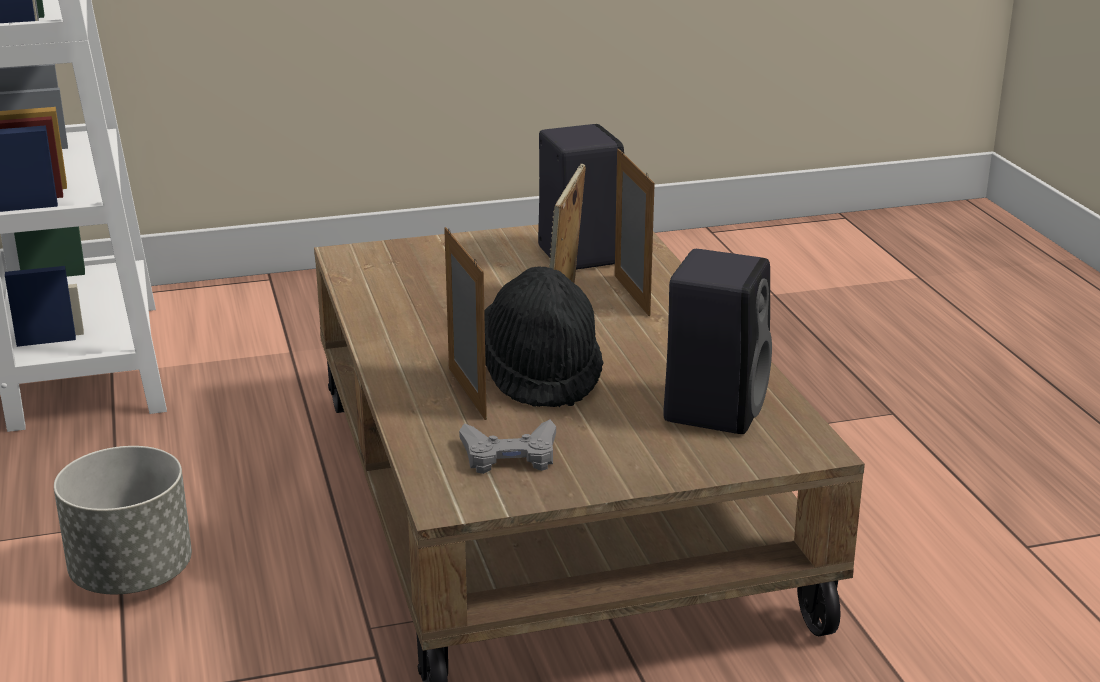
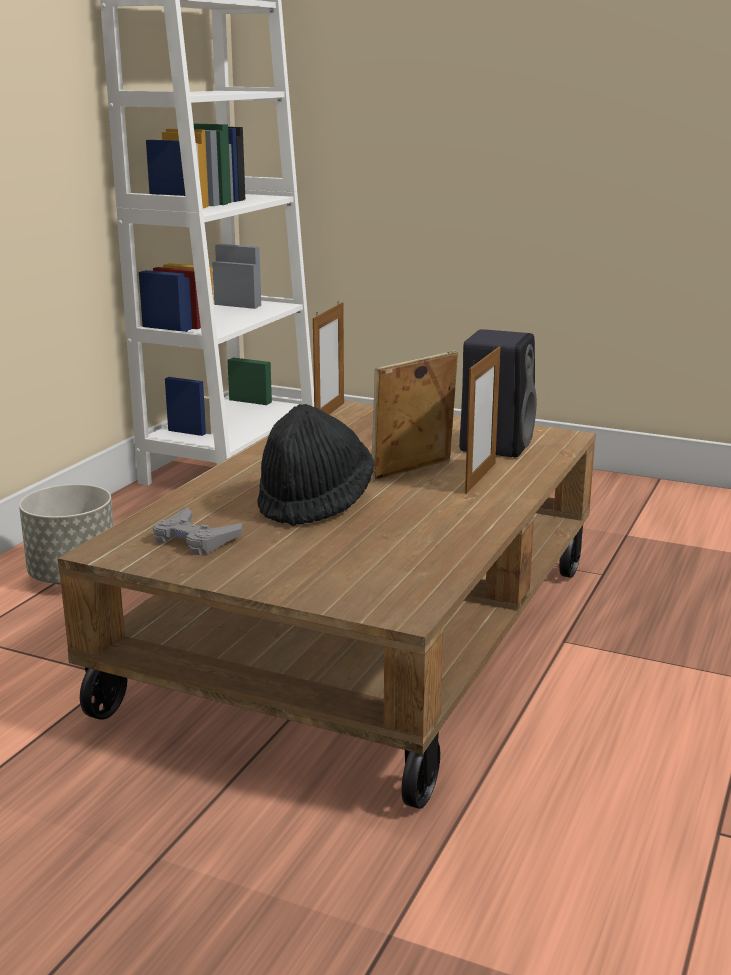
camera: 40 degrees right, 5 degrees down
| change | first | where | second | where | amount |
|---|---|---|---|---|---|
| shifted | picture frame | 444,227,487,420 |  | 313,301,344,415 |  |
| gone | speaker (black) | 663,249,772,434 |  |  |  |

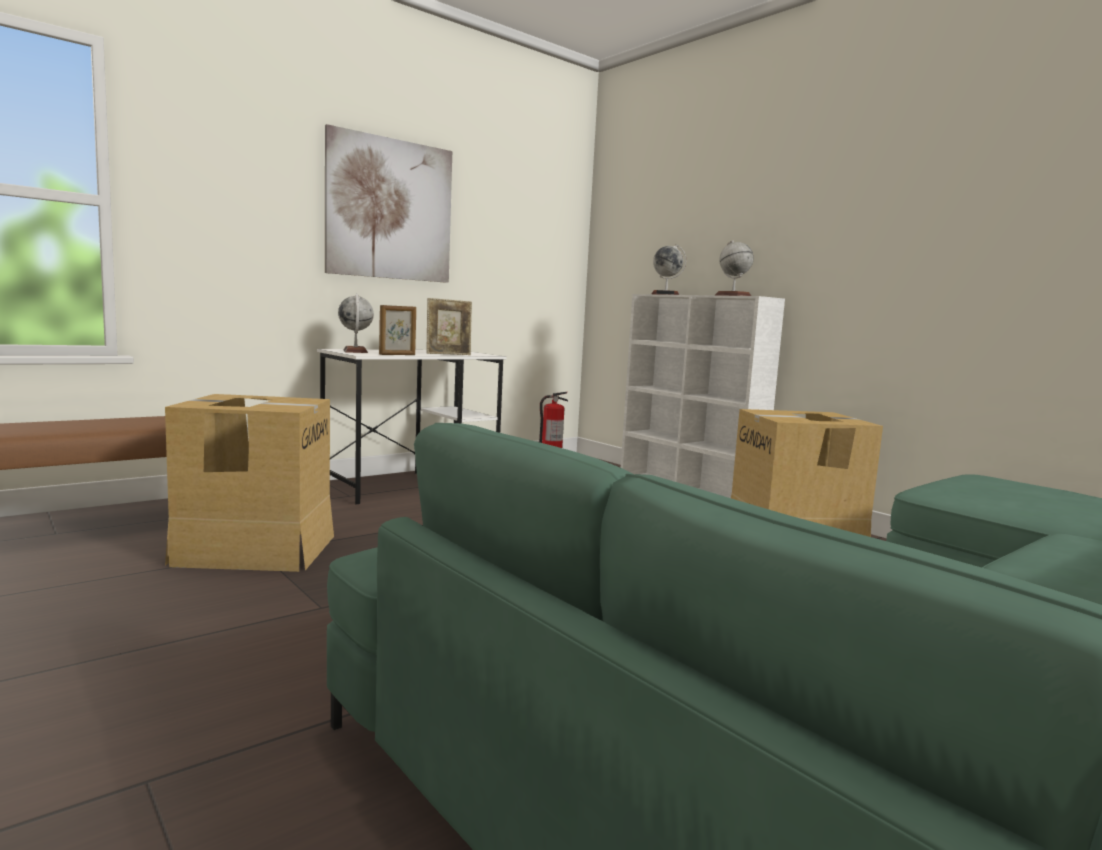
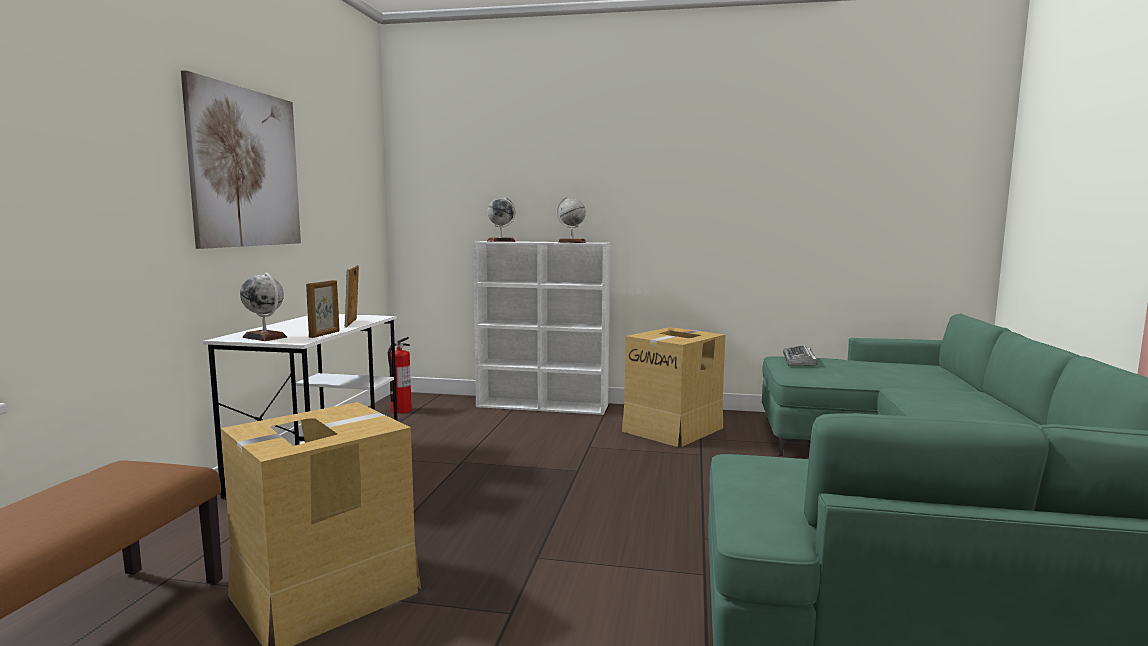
camera: 40 degrees left, 0 degrees up
| change | first | where | second | where | amount |
|---|---|---|---|---|---|
| rotated | picture frame | 426,298,472,355 |  | 344,265,359,328 | 150 degrees clockwise |
| new |  |  | keyboard | 783,345,818,367 |  |

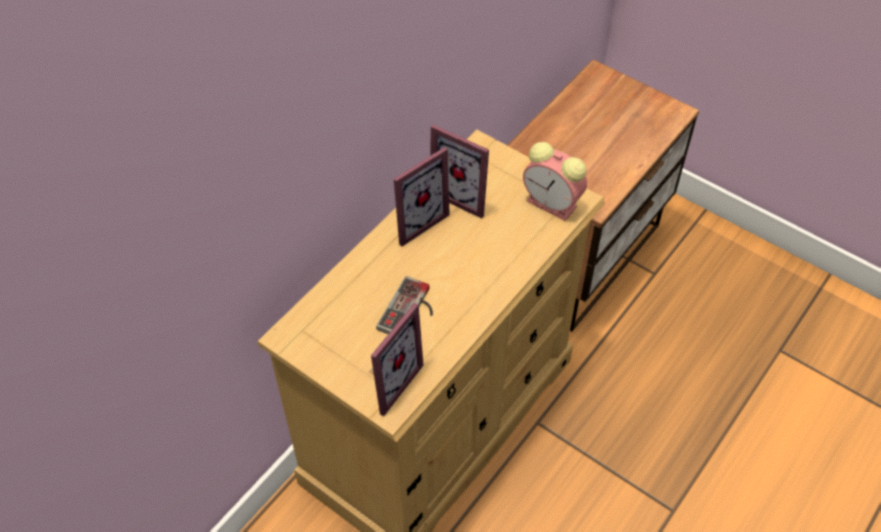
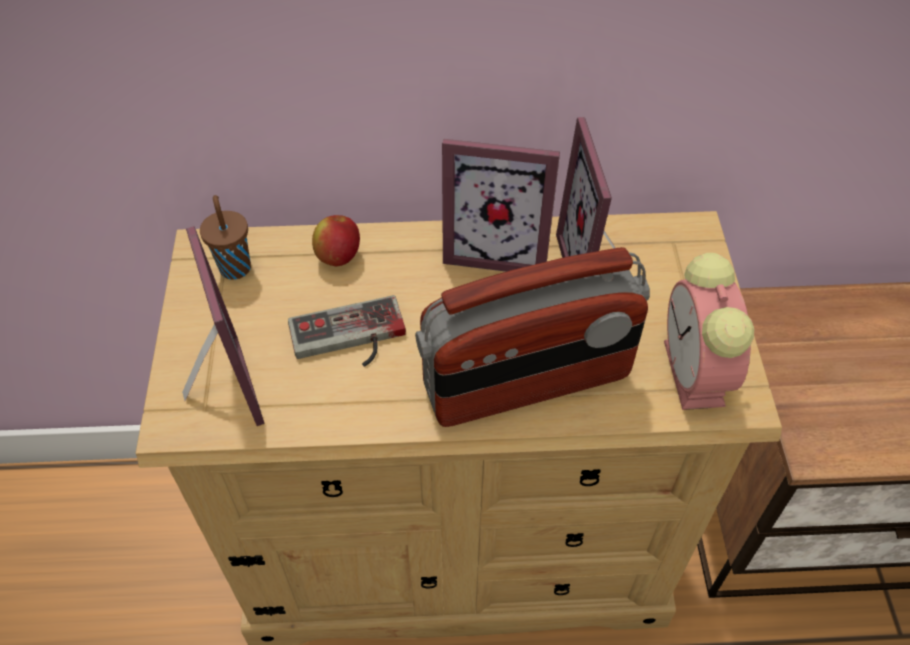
camera: 50 degrees right, 0 degrees up
| change | first | where | second | where | amount |
|---|---|---|---|---|---|
| rotated | picture frame | 370,303,424,416 |  | 182,226,264,426 | 105 degrees counterclockwise |
| new |  |  | cup (brown) | 200,195,251,280 |  |
| new |  |  | apple | 312,215,360,266 |  |
| new |  |  | radio | 415,247,650,427 |  |

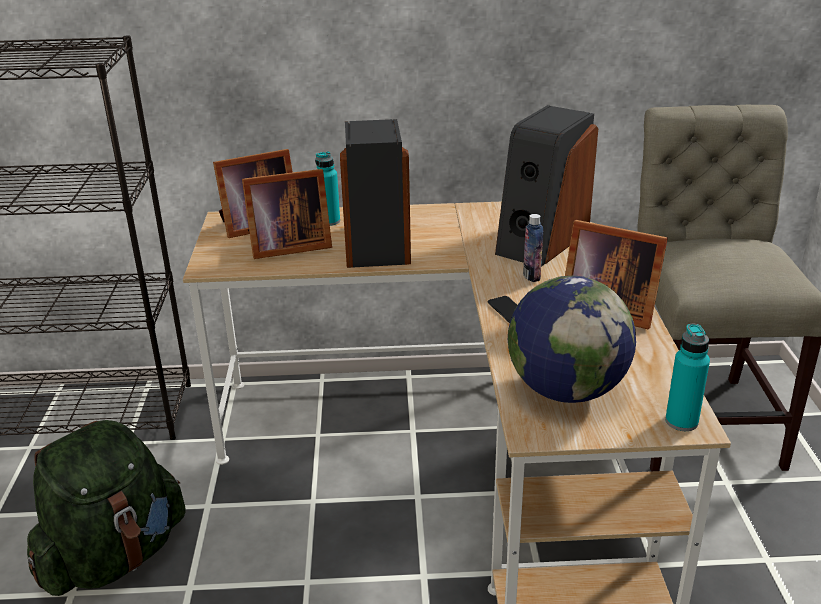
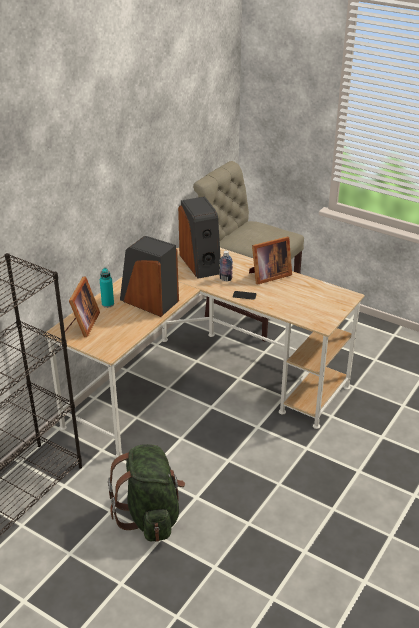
camera: 55 degrees left, 5 degrees up
| change | first | where | second | where | amount |
|---|---|---|---|---|---|
| gone | picture frame | 242,169,332,259 |  |  |  |
| gone | globe | 508,276,636,403 |  |  |  |
| gone | bottle (turquoise) | 665,324,710,431 |  |  |  |

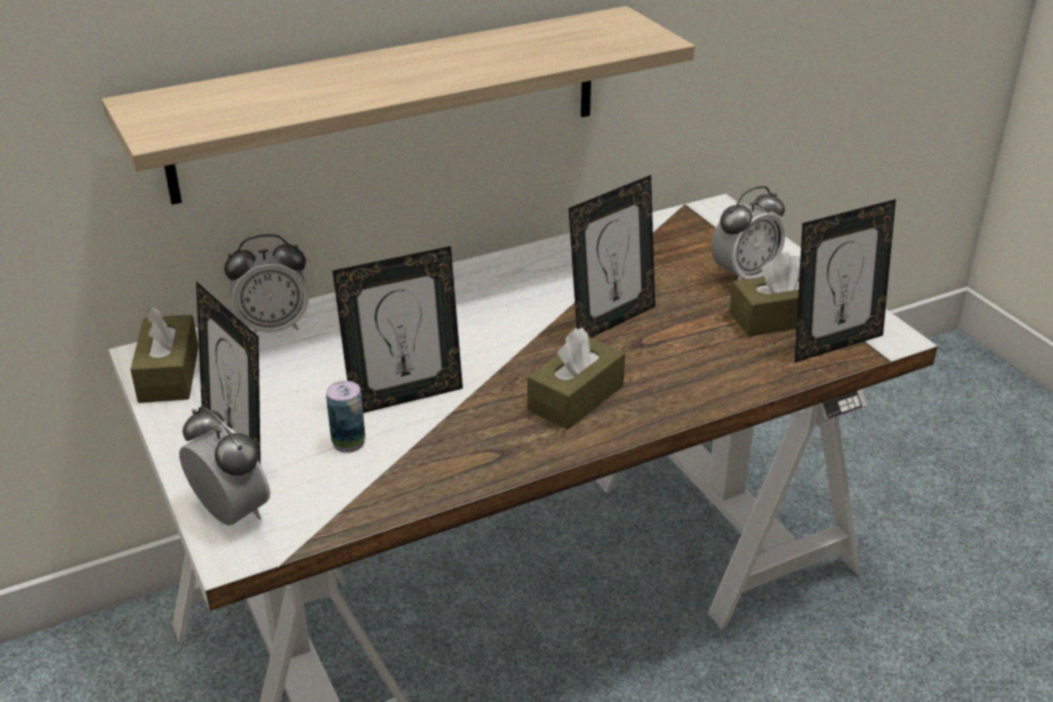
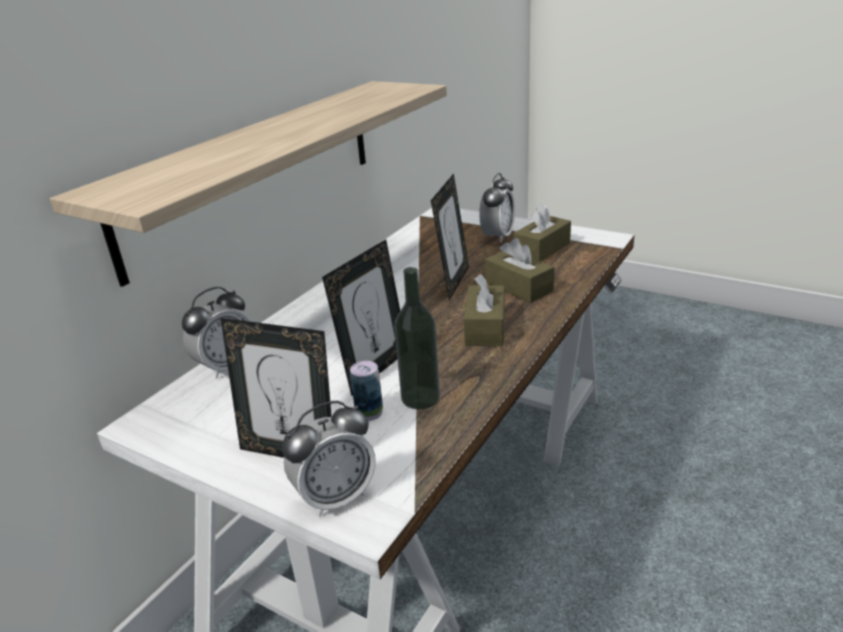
camera: 30 degrees left, 5 degrees down
| change | first | where | second | where | amount |
|---|---|---|---|---|---|
| shifted | tissue box (brown) | 130,307,199,403 |  | 485,238,554,303 |  |
| rotated | alarm clock | 179,406,270,525 |  | 282,401,376,517 | 135 degrees clockwise |
| gone | picture frame | 795,199,896,362 |  |  |  |
| new |  |  | bottle | 394,267,440,409 |  |

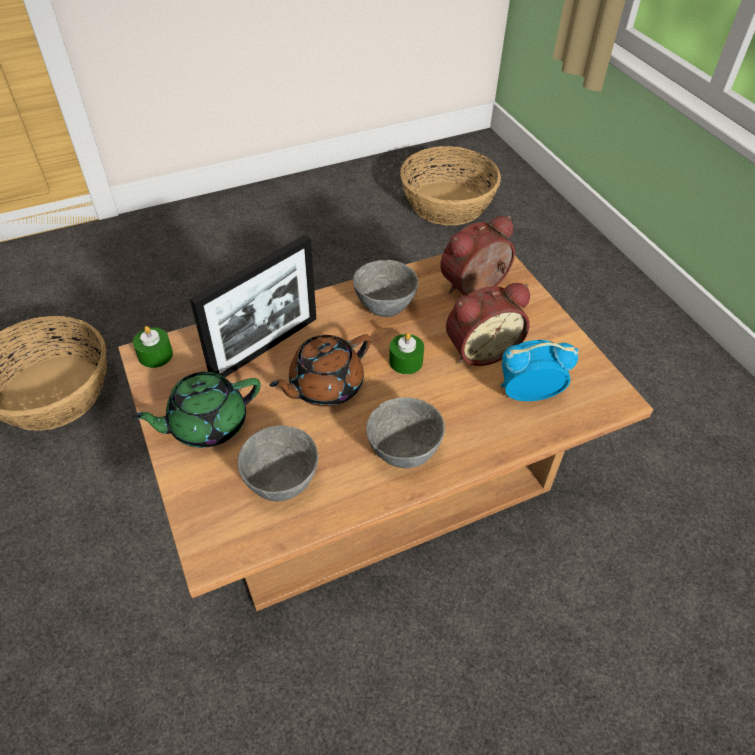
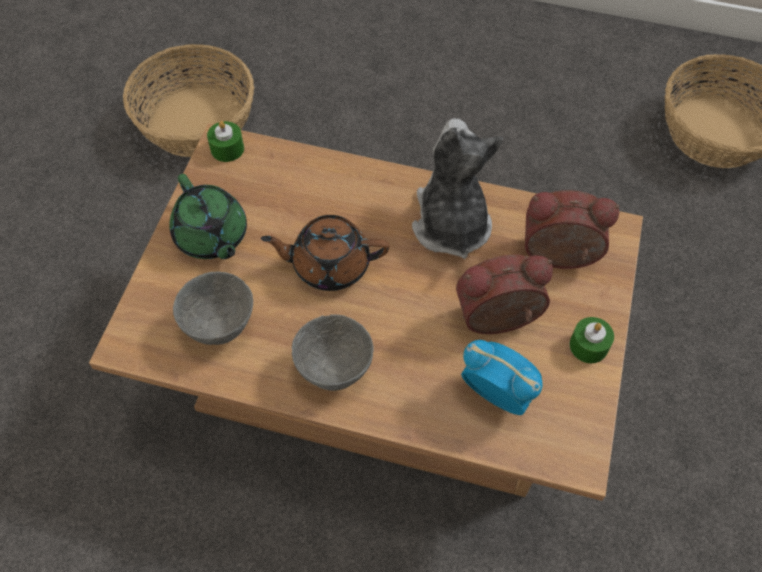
camera: 40 degrees right, 10 degrees up
| change | first | where | second | where | amount |
|---|---|---|---|---|---|
| rotated | teapot (green) | 131,372,261,448 |  | 169,174,247,259 | 135 degrees counterclockwise |
| gone | picture frame | 190,234,316,377 |  |  |  |
| swapped | bowl (grey) | 353,260,419,317 | plush toy | 412,118,503,259 |  |
| shifted | candle (green) | 389,333,424,374 |  | 569,317,614,363 |  |
| rotated | alarm clock | 446,283,530,366 |  | 456,255,553,334 | 150 degrees clockwise |

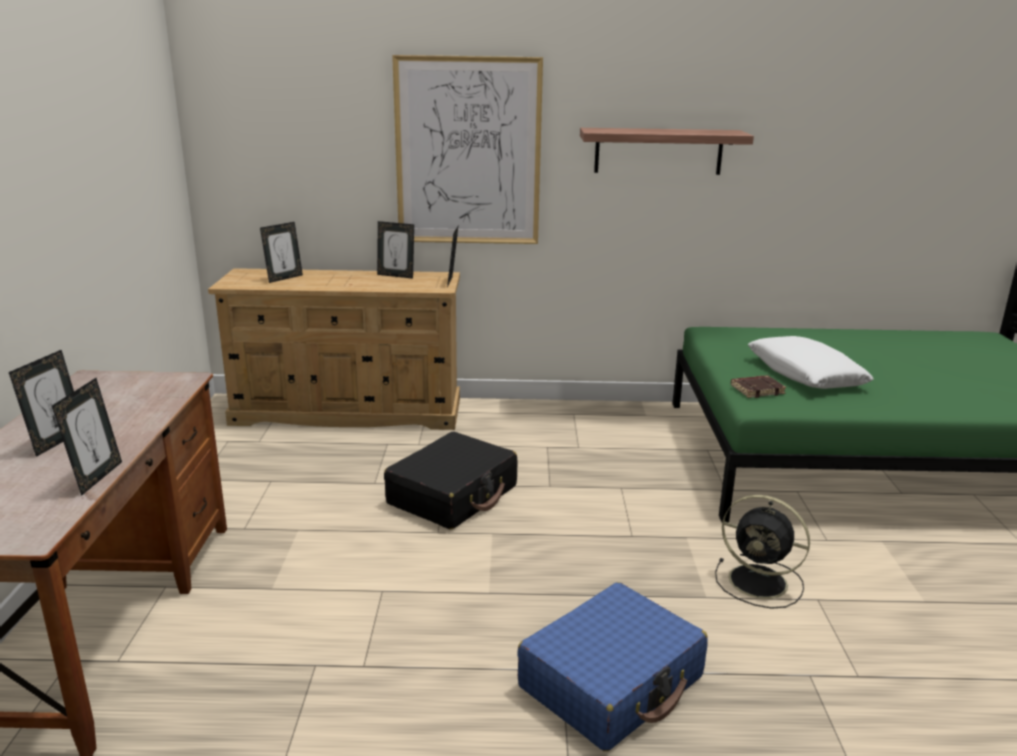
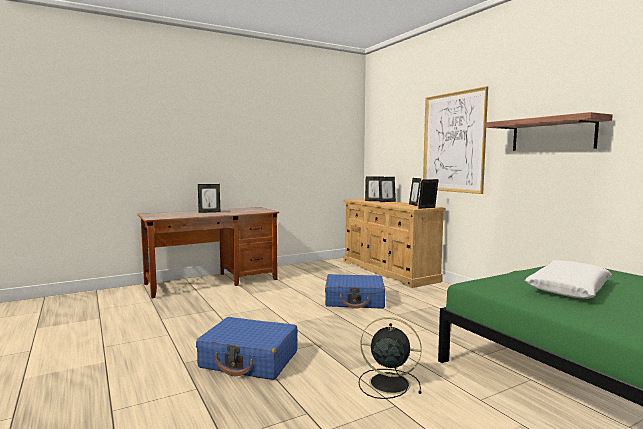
camera: 60 degrees right, 15 degrees down
| change | first | where | second | where | amount |
|---|---|---|---|---|---|
| shifted | picture frame | 52,378,122,496 |  | 378,177,396,202 |  |
| repainted | suitcase (black) | 384,432,518,529 | suitcase (blue) | 325,274,385,309 |  |
| rotated | fan (black) | 715,495,810,609 |  | 359,317,422,399 | 105 degrees clockwise |
| gone | book (brown) | 731,375,786,398 |  |  |  |

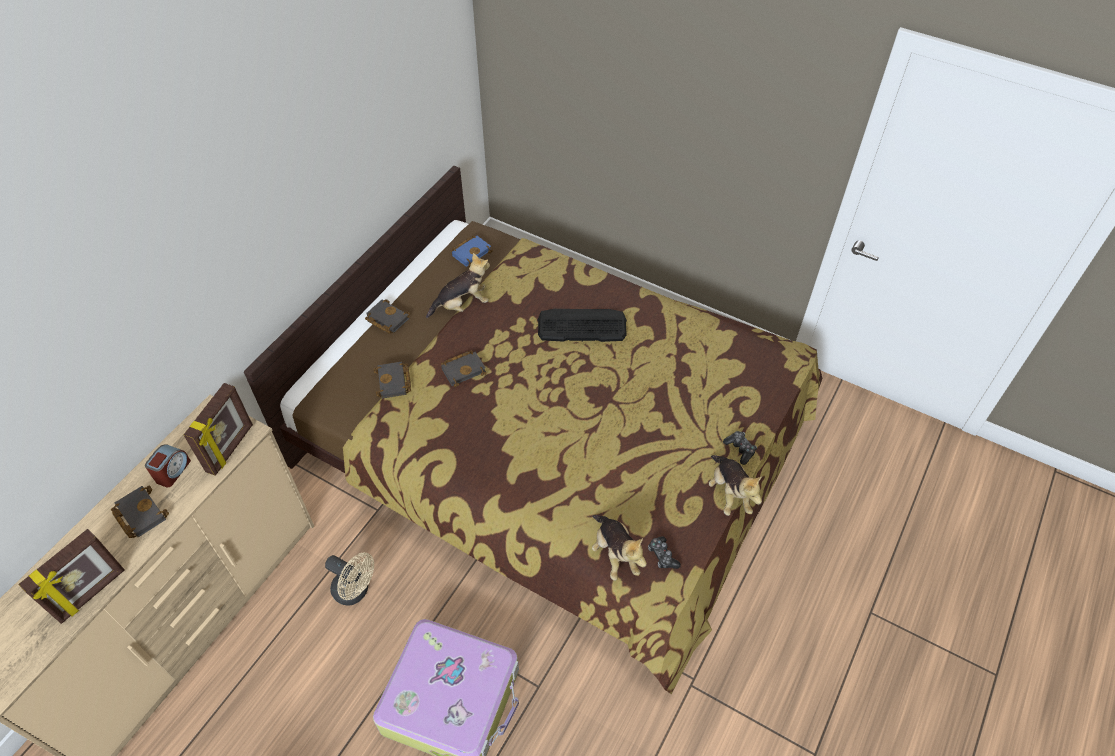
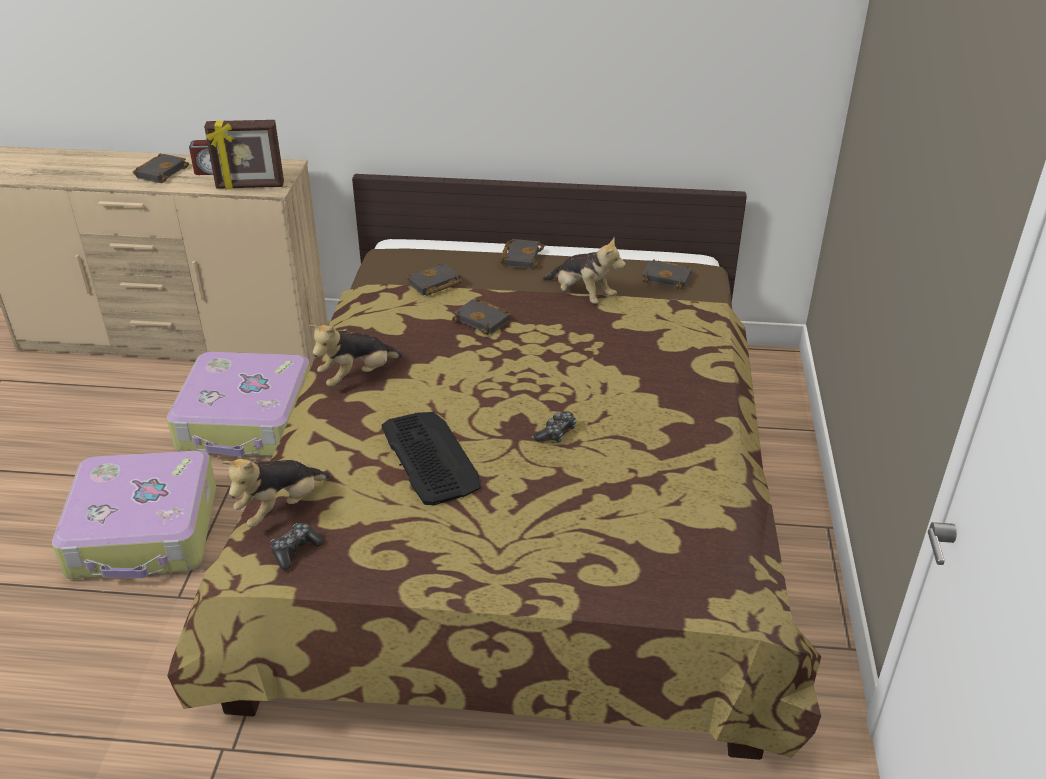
camera: 65 degrees right, 15 degrees down
| change | first | where | second | where | amount |
|---|---|---|---|---|---|
| gone | picture frame | 18,529,125,624 |  |  |  |
| swapped | fan (beige) | 325,553,374,606 | suitcase | 167,352,310,456 |  |
| repainted | book (blue) | 450,236,493,267 | book (black) | 642,259,692,289 |  |
| shifted | keyboard | 537,309,627,342 |  | 381,412,481,505 |  |
| shifted | plush toy | 709,455,762,516 |  | 309,325,403,387 |  |
| shifted | game controller | 723,431,757,465 |  | 534,411,577,442 |  |

